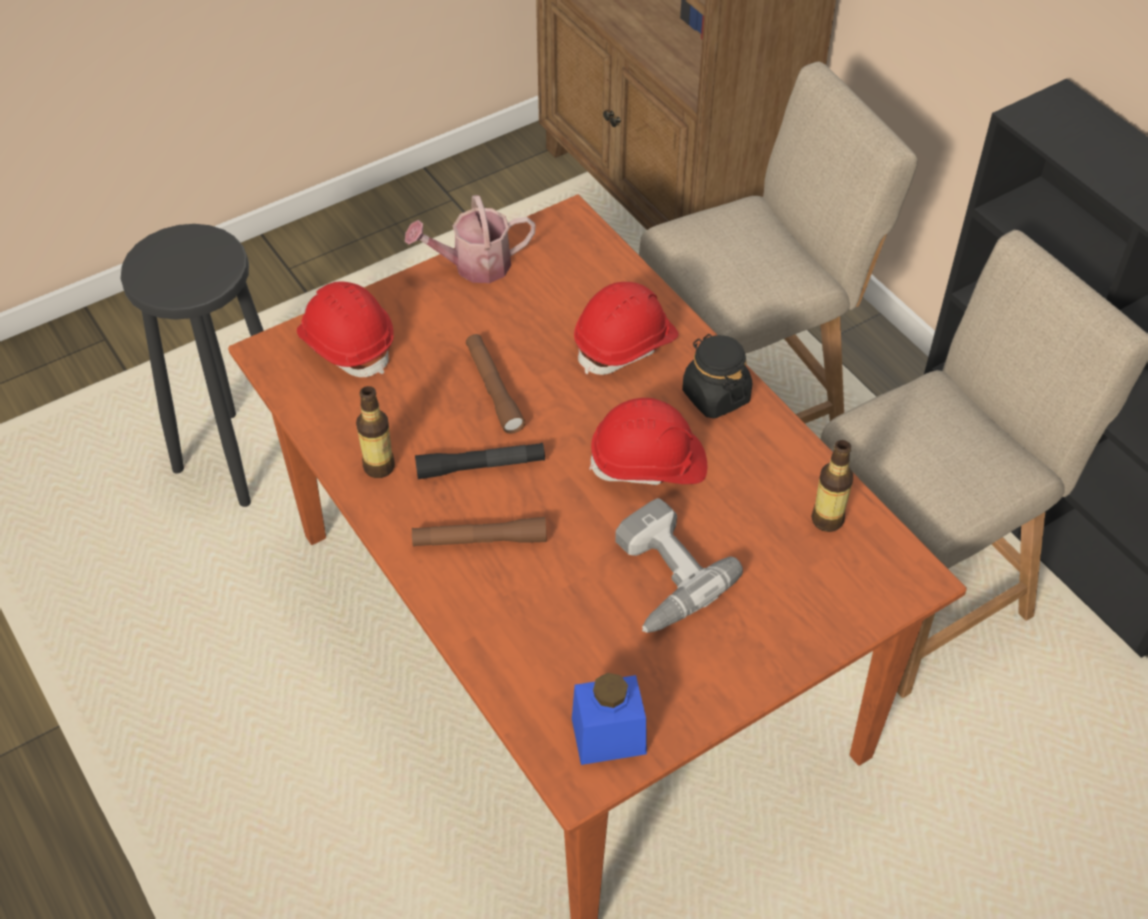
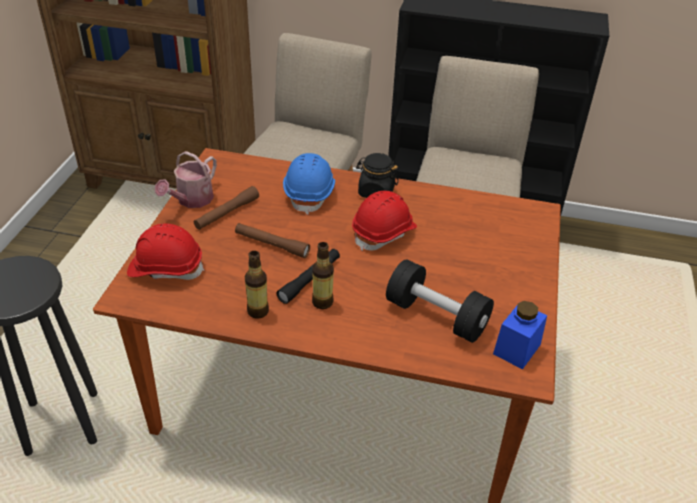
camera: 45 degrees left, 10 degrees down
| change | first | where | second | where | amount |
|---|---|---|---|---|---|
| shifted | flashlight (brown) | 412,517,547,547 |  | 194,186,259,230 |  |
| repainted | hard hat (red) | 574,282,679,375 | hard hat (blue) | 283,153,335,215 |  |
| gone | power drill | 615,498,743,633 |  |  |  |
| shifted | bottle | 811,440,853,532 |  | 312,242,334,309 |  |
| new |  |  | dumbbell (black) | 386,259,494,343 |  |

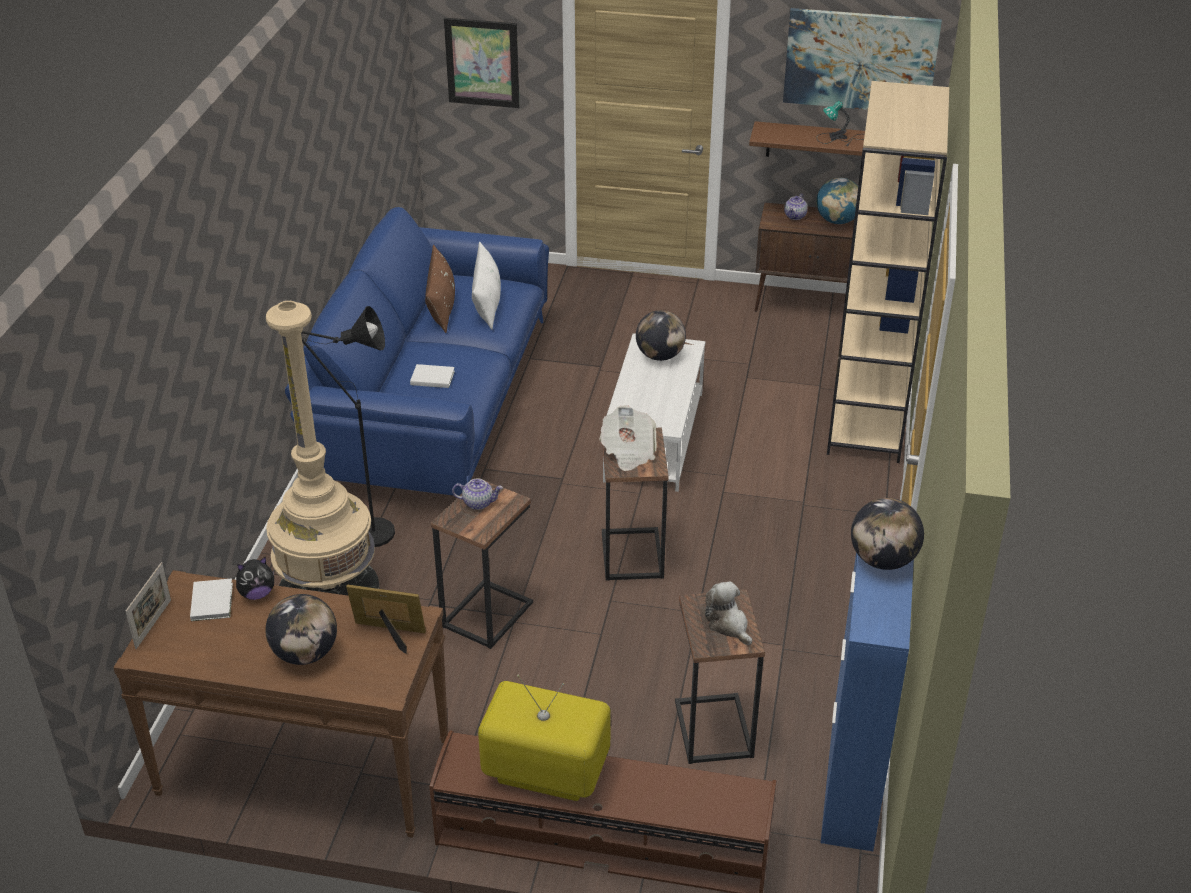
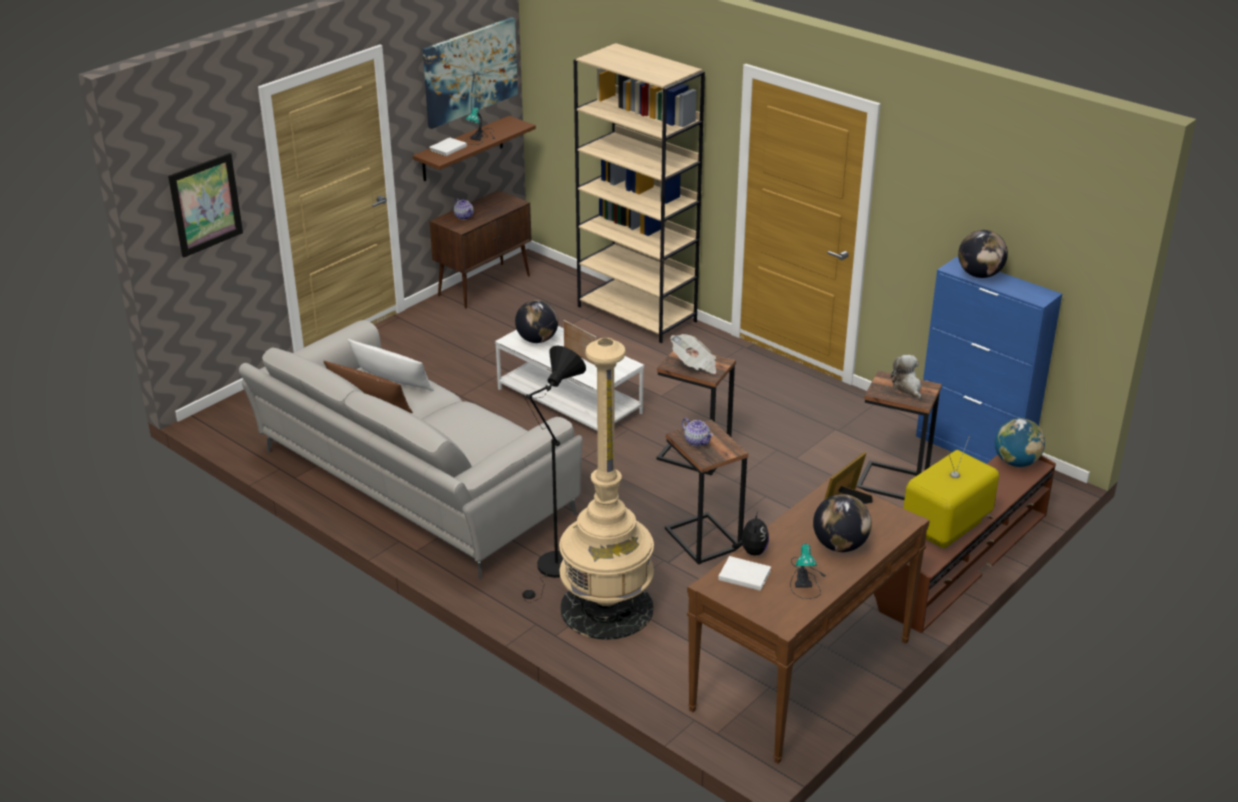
camera: 60 degrees left, 5 degrees down
| change | first | where | second | where | amount |
|---|---|---|---|---|---|
| shifted | picture frame | 126,562,171,649 |  | 563,320,596,365 |  |
| repainted | sofa (blue) | 285,207,549,496 | sofa (grey) | 239,320,583,580 |  |
| shifted | book (white) | 410,364,455,388 |  | 429,137,467,156 |  |
| rotated | teapot | 452,478,503,510 |  | 682,418,713,446 | 105 degrees clockwise |
| rotated | plush toy | 705,581,752,645 |  | 891,355,921,400 | 75 degrees clockwise |
| shifted | globe | 816,177,858,224 |  | 995,418,1045,467 |  |
| new |  |  | table lamp | 790,544,827,599 |  |

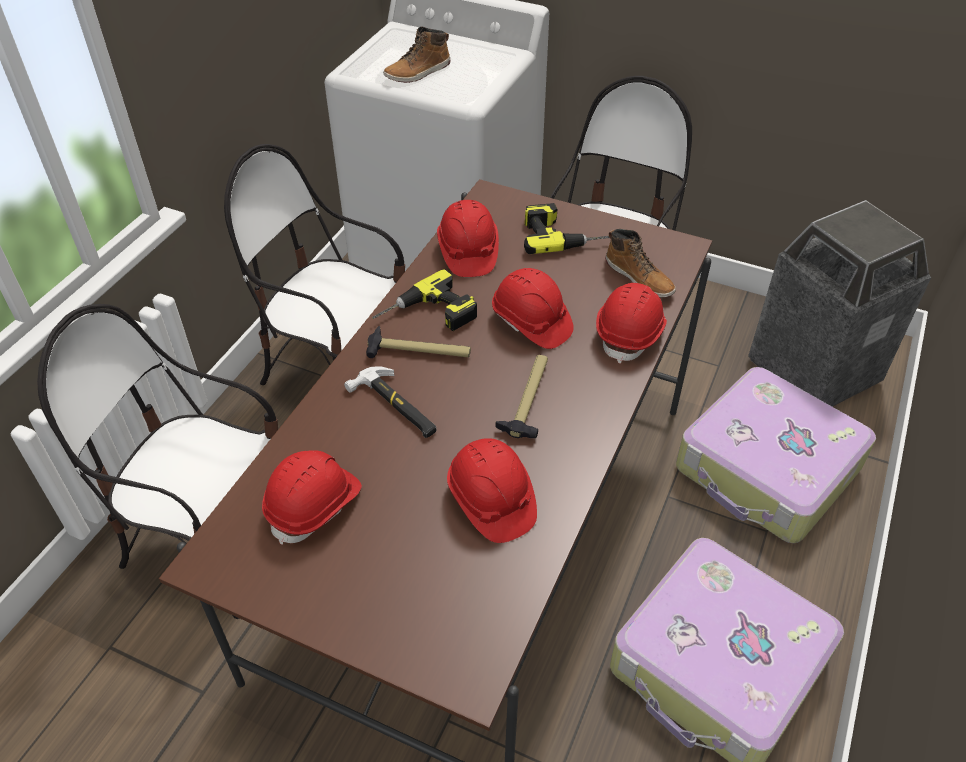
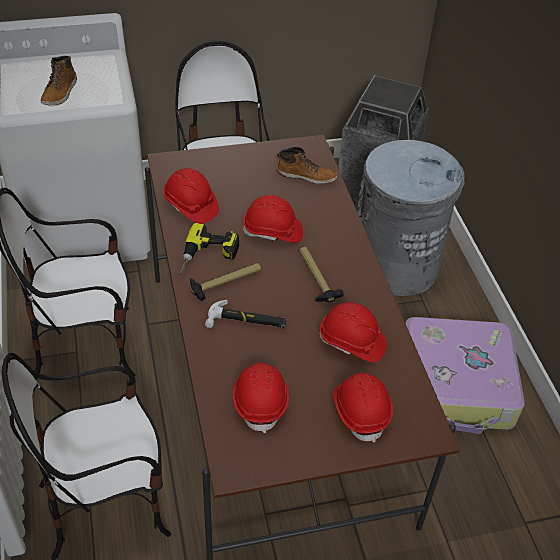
camera: 40 degrees left, 0 degrees up
| change | first | where | second | where | amount |
|---|---|---|---|---|---|
| gone | power drill | 524,203,609,254 |  |  |  |
| shifted | hard hat (red) | 596,283,667,364 |  | 333,373,393,443 |  |
| swapped | suitcase | 676,367,876,543 | trash can (grey) | 358,140,465,296 |  |

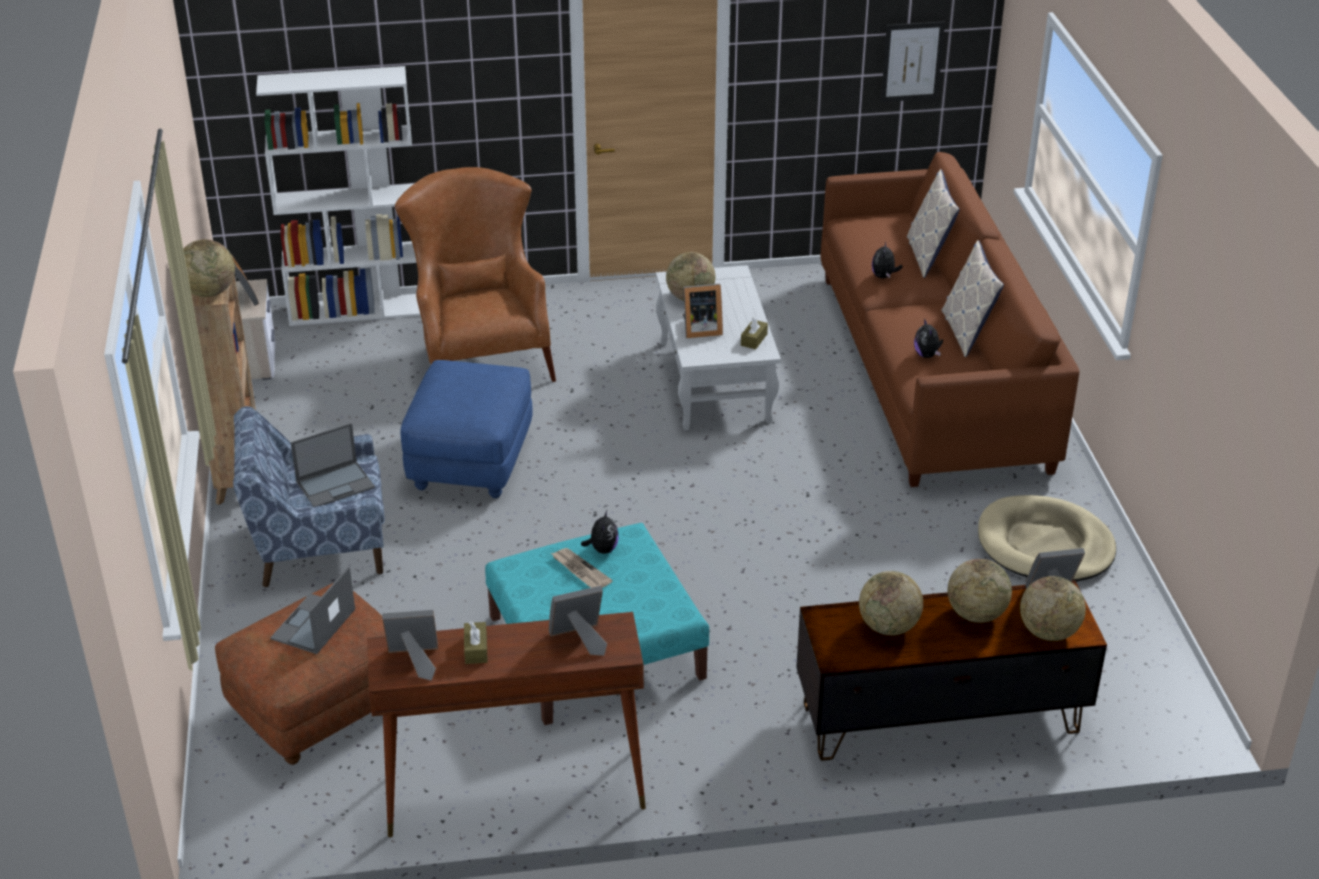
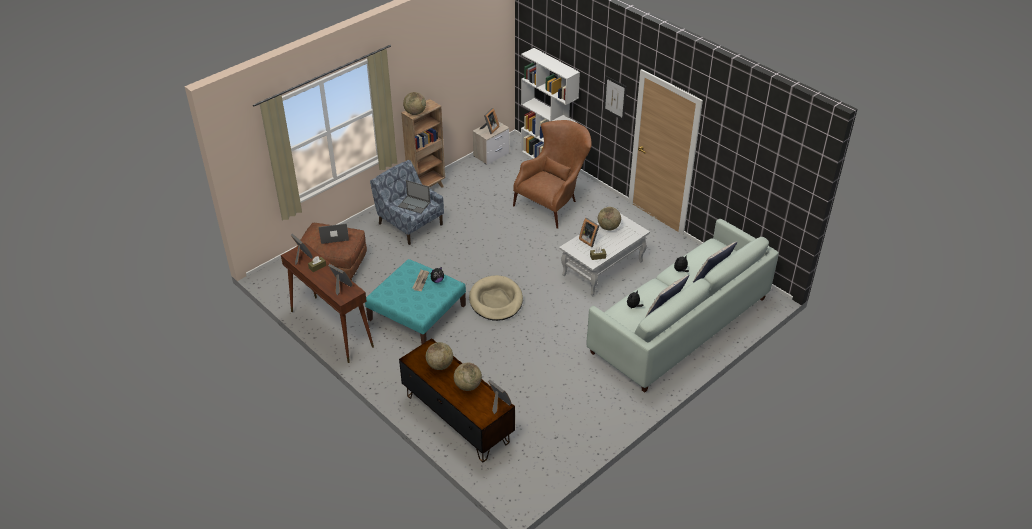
camera: 55 degrees right, 5 degrees up
| change | first | where | second | where | amount |
|---|---|---|---|---|---|
| gone | ottoman (blue) | 400,360,533,498 |  |  |  |
| repainted | sofa (brown) | 821,152,1079,487 | sofa (white) | 587,219,779,393 |  |
| shifted | picture | 881,21,945,102 |  | 603,76,627,121 |  |
| shifted | dog bed (beige) | 978,495,1116,582 |  | 469,275,523,321 |  |
| gone | globe | 1020,576,1086,641 |  |  |  |

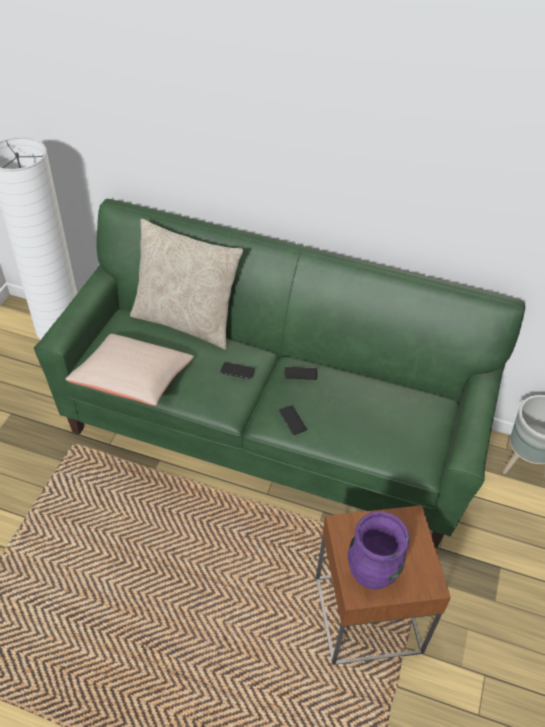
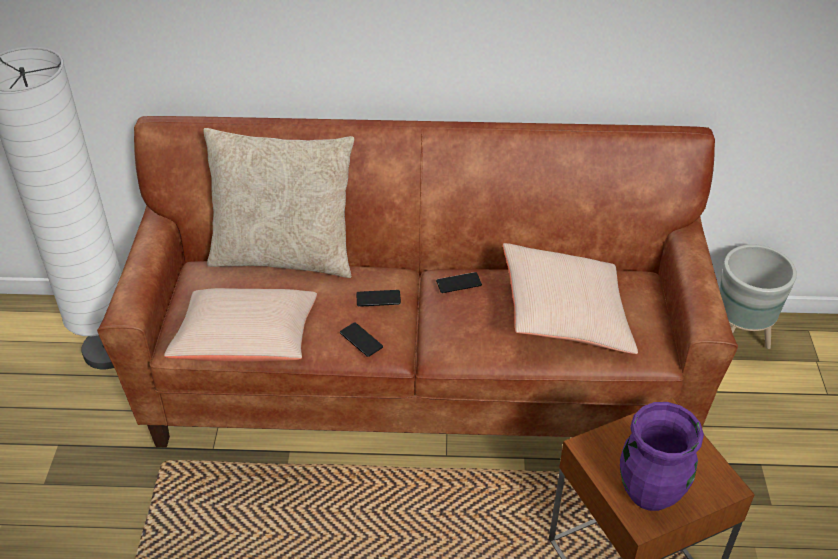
camera: 15 degrees left, 5 degrees down
| change | first | where | second | where | amount |
|---|---|---|---|---|---|
| repainted | sofa (green) | 34,199,525,547 | sofa (brown) | 97,116,738,447 |  |
| shifted | phone | 279,405,307,435 |  | 340,322,383,357 |  |
| new |  |  | pillow (beige) | 503,243,638,354 |  |

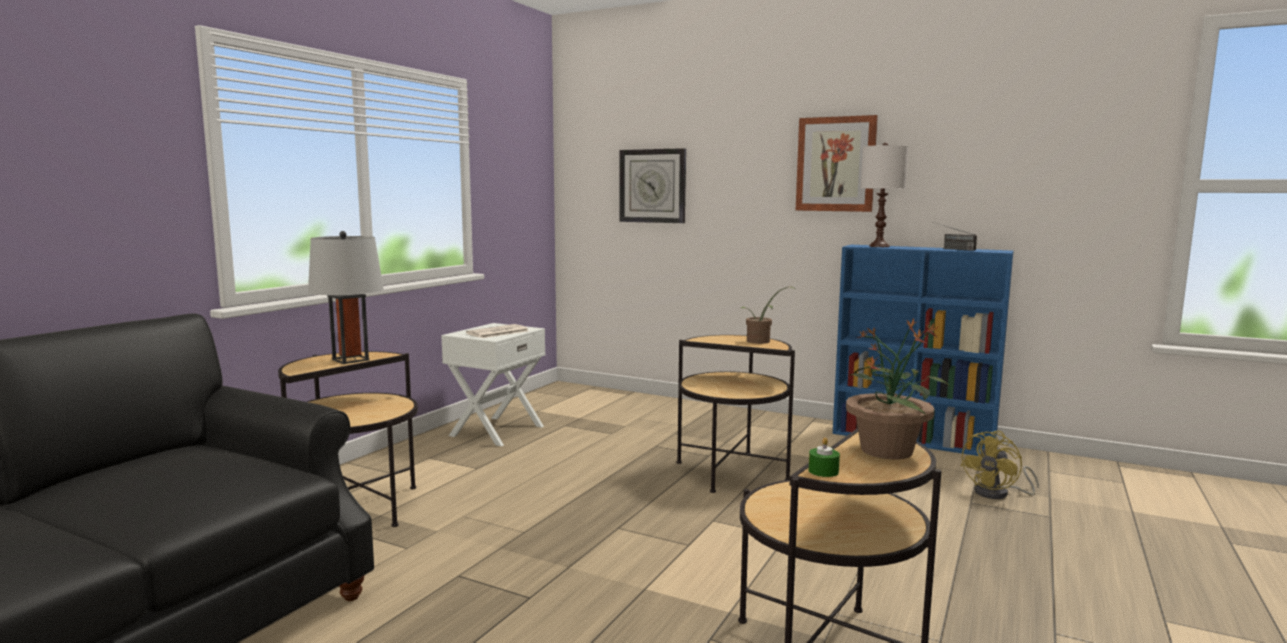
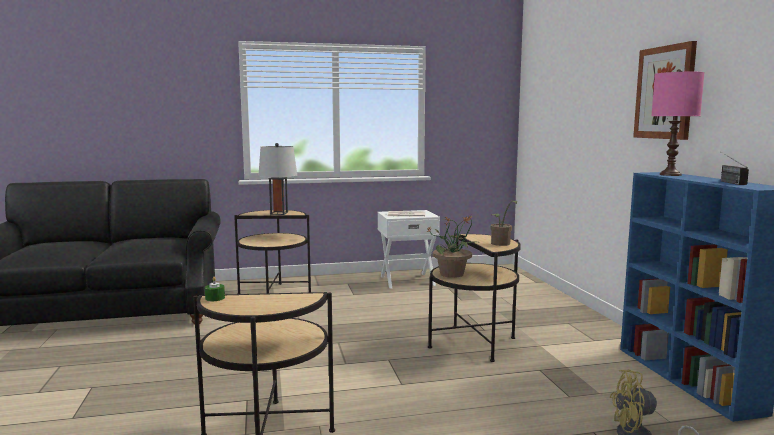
camera: 50 degrees right, 0 degrees up
| change | first | where | second | where | amount |
|---|---|---|---|---|---|
| gone | wall clock | 619,148,686,223 |  |  |  |
| shifted | potted plant | 846,318,950,459 |  | 426,215,480,278 |  |
| repainted | table lamp (white) | 861,142,908,247 | table lamp (pink) | 652,69,705,176 |  |

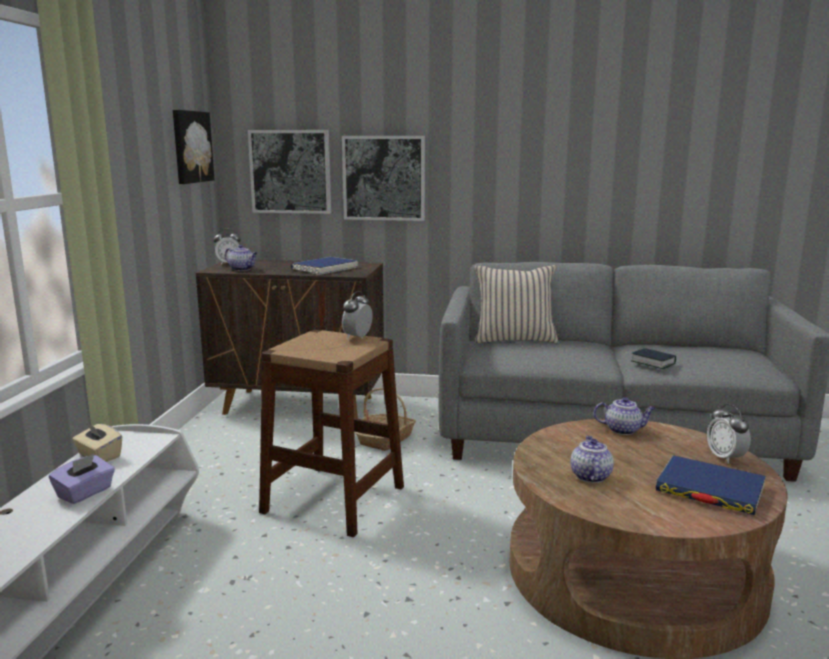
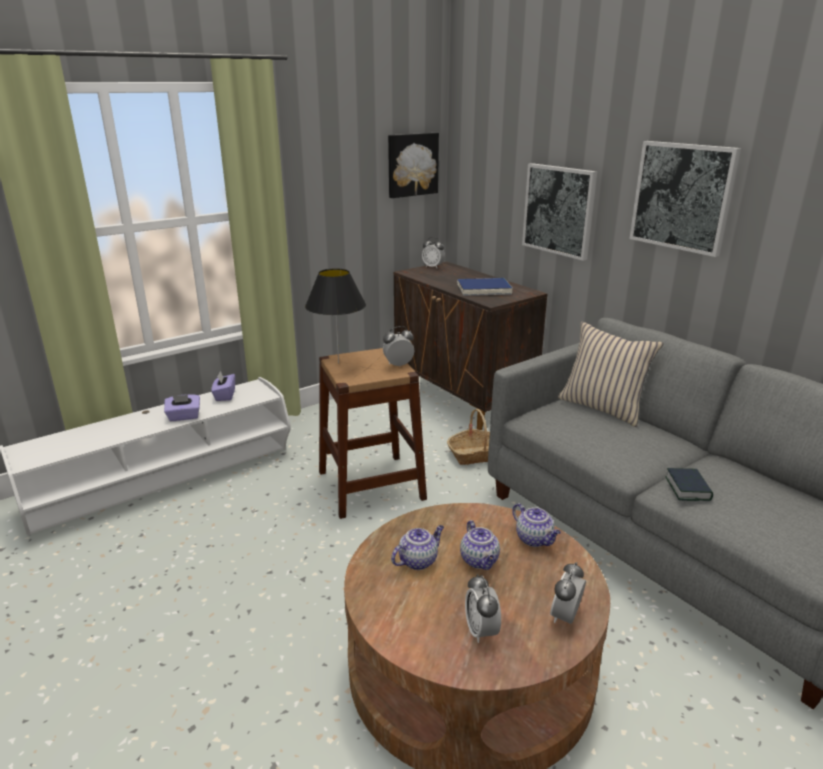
camera: 45 degrees right, 10 degrees up
| change | first | where | second | where | amount |
|---|---|---|---|---|---|
| repainted | tissue box (beige) | 72,422,122,462 | tissue box (purple) | 211,371,235,401 |  |
| shifted | teapot | 225,245,257,271 |  | 460,520,500,570 |  |
| shifted | picture | 248,130,331,214 |  | 629,141,741,257 |  |
| swapped | book (blue) | 656,455,766,515 | alarm clock | 465,574,501,643 |  |
| new |  |  | table lamp (black) | 305,268,366,364 |  |

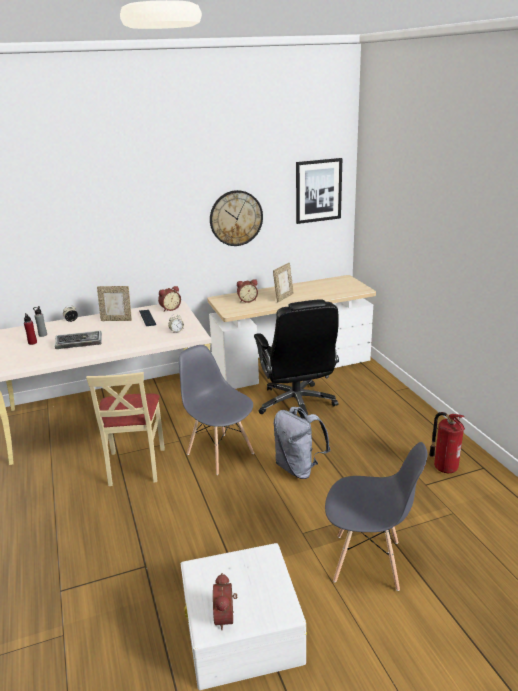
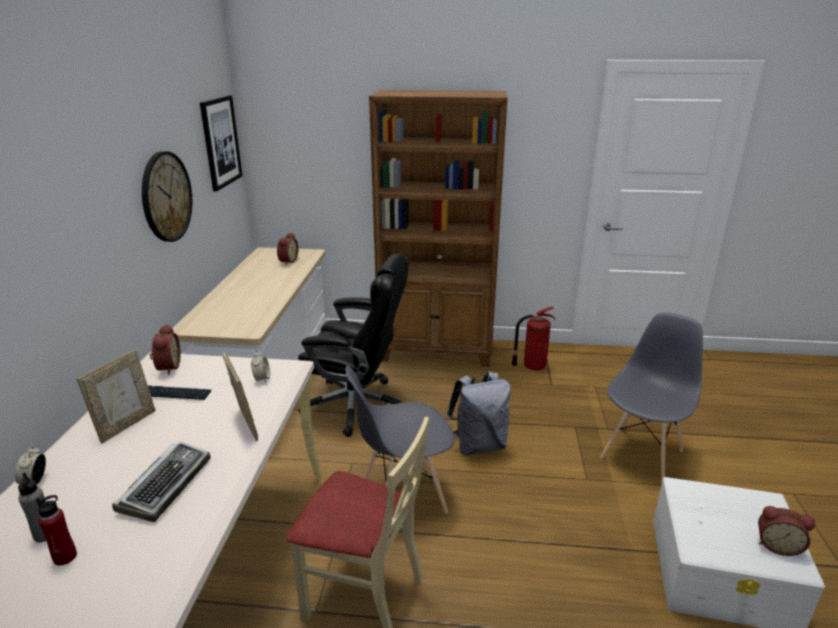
camera: 65 degrees left, 0 degrees up
| change | first | where | second | where | amount |
|---|---|---|---|---|---|
| shifted | alarm clock | 237,280,258,303 |  | 277,232,298,265 |  |
| shifted | picture frame | 273,263,294,302 |  | 222,352,258,441 |  |
| new |  |  | bookcase (brown) | 369,90,508,367 |  |

